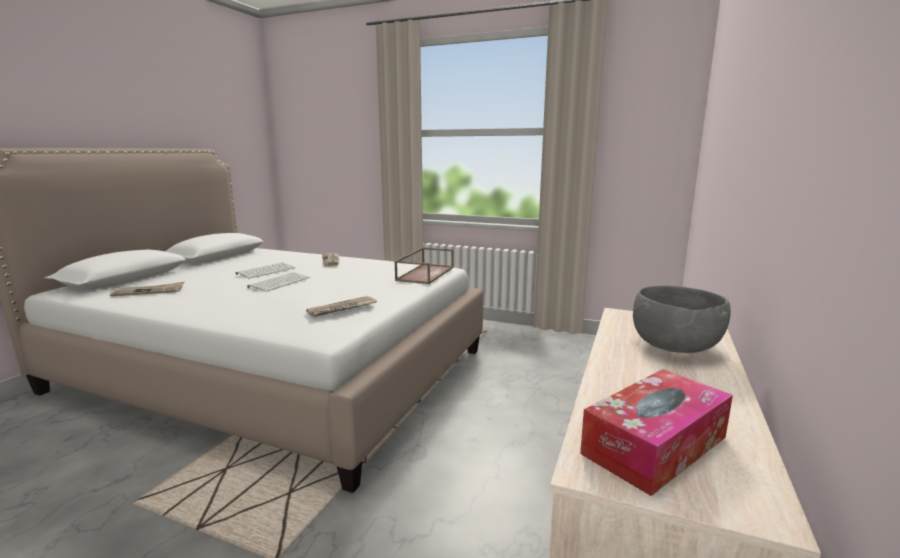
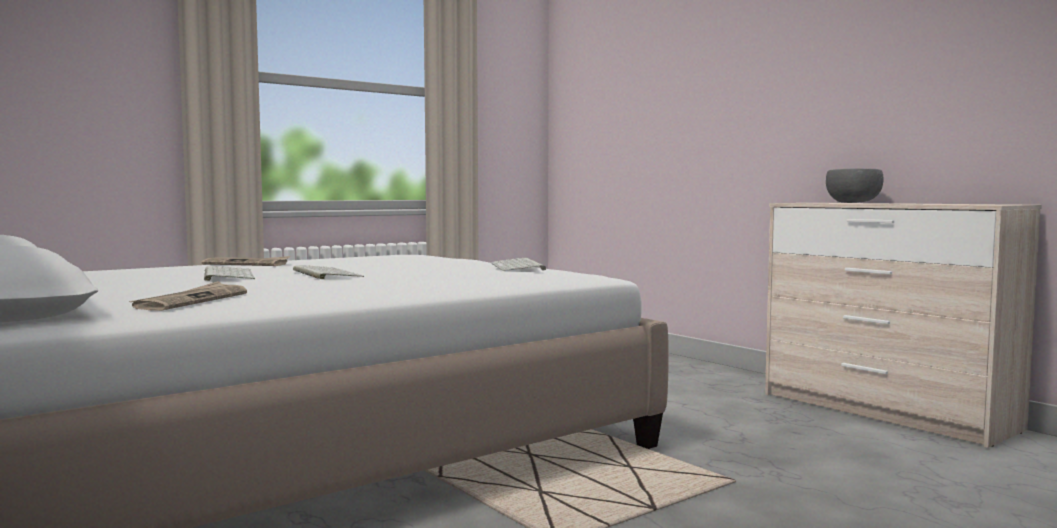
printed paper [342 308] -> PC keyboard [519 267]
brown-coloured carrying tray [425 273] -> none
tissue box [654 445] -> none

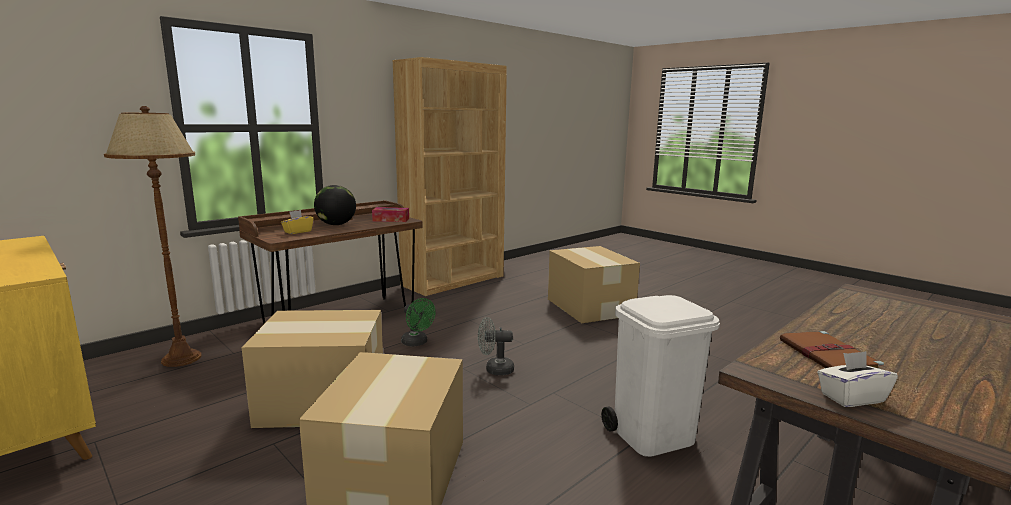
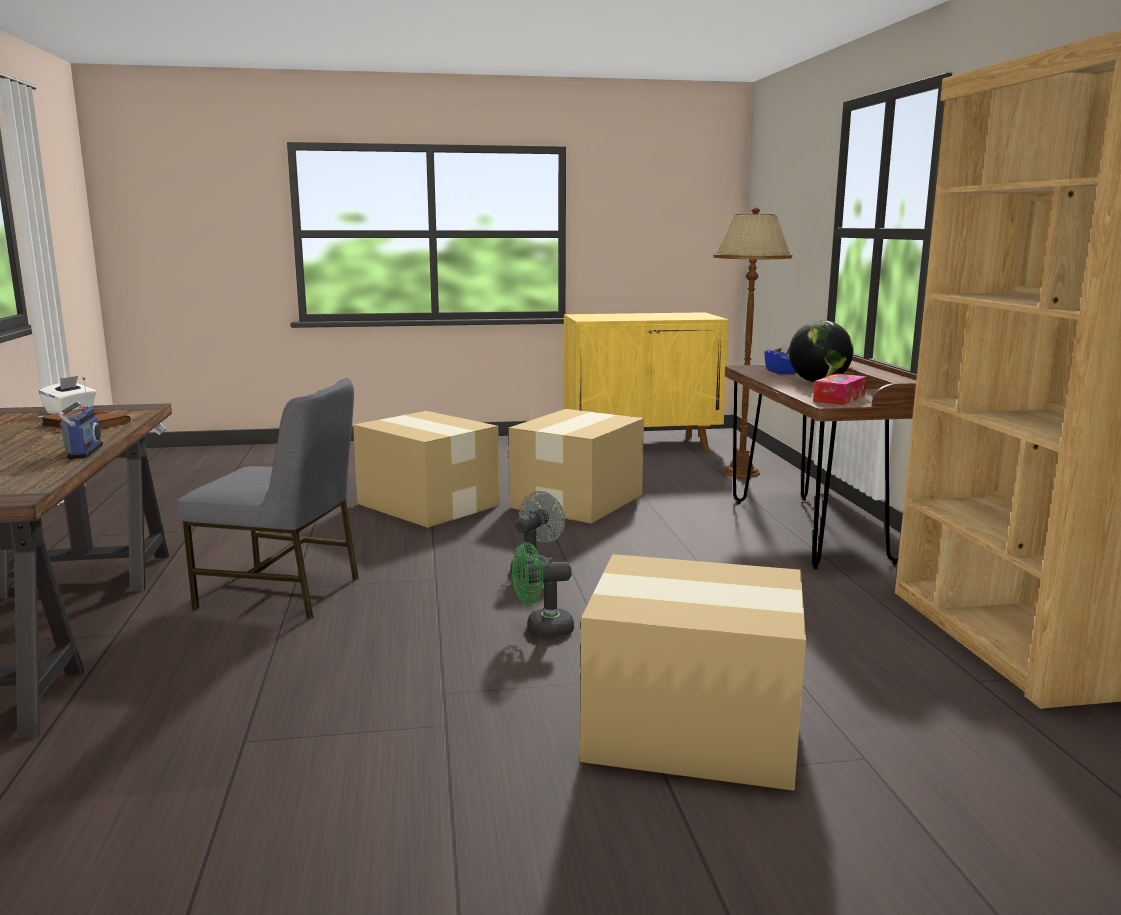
yellowish tissue box [297 231] -> blue tissue box [781 372]
green-coloured electric fan [417 343] -> green-coloured electric fan [541 629], move
whitish rubbish bin [653 435] -> gray upright chair [282 592]
none -> radio [82 452]

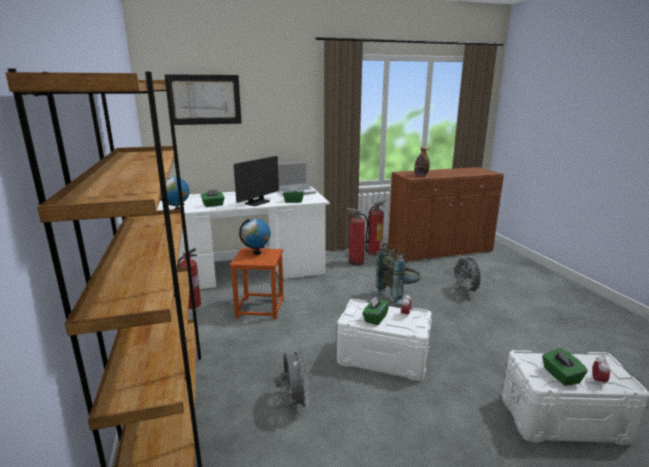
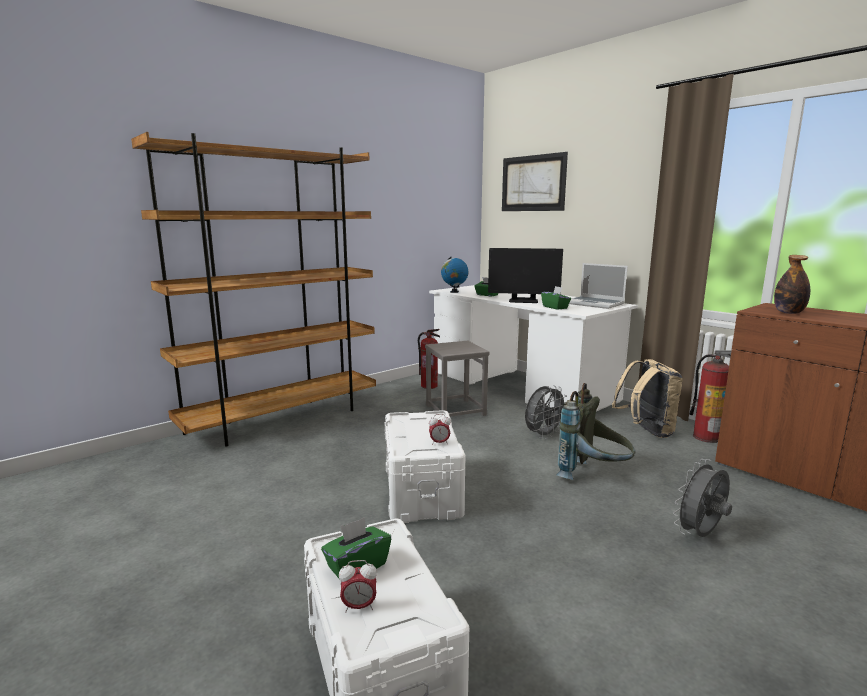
brown-coloured stool [260 308] -> gray stool [455 410]
globe [257 253] -> none
gray electric fan [293 403] -> gray electric fan [543 435], move
fire extinguisher [356 262] -> sand-coloured knapsack [646 431]
green-coloured tissue box [375 318] -> none

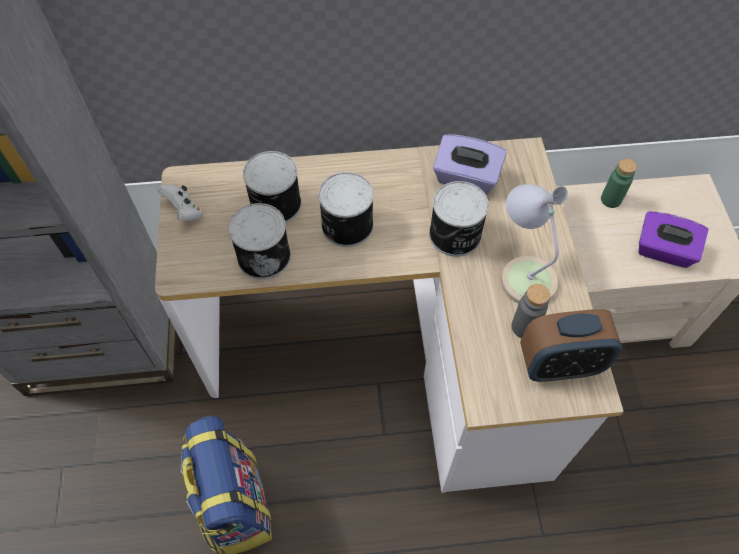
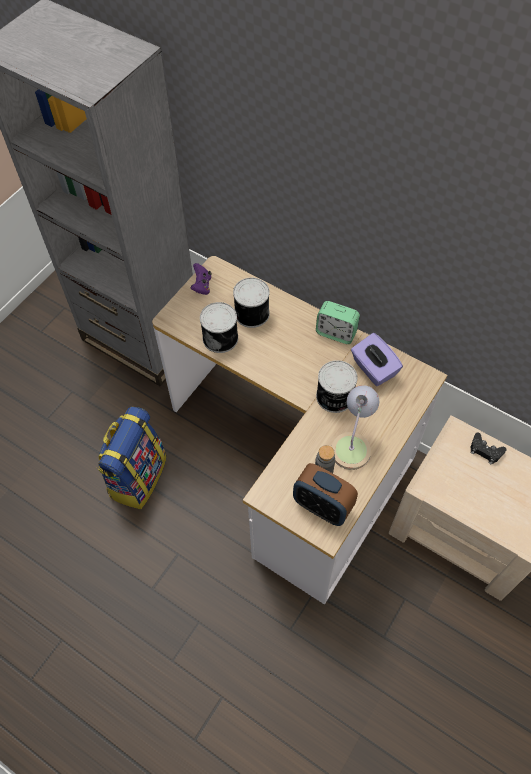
whitish gamepad [184 210] -> purplish gamepad [202 286]
can [345 225] -> none
green-coloured drink bottle [611 199] -> blackish gamepad [485 450]
purplish tissue box [663 251] -> none
none -> bedside clock [336 333]

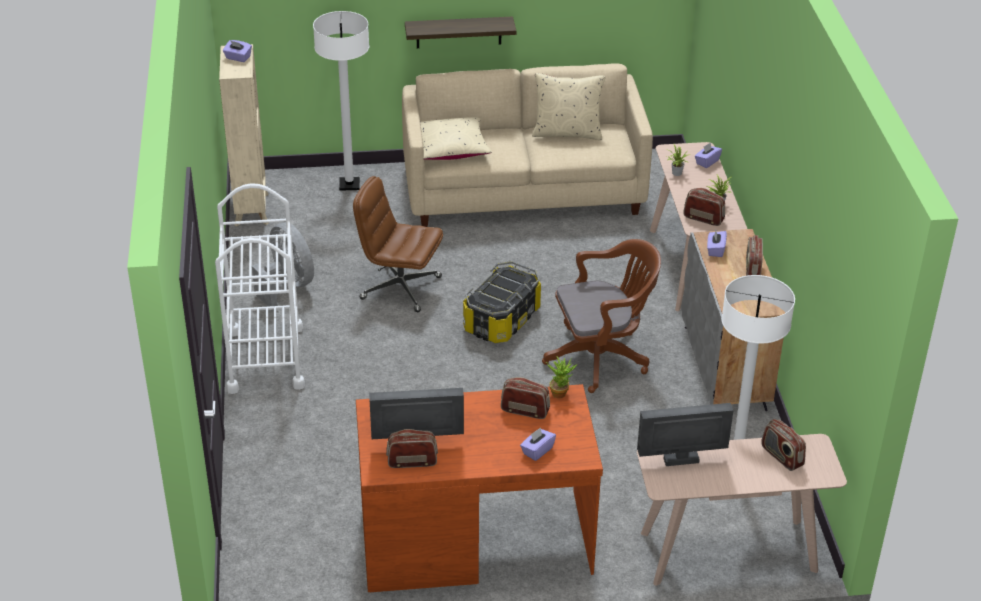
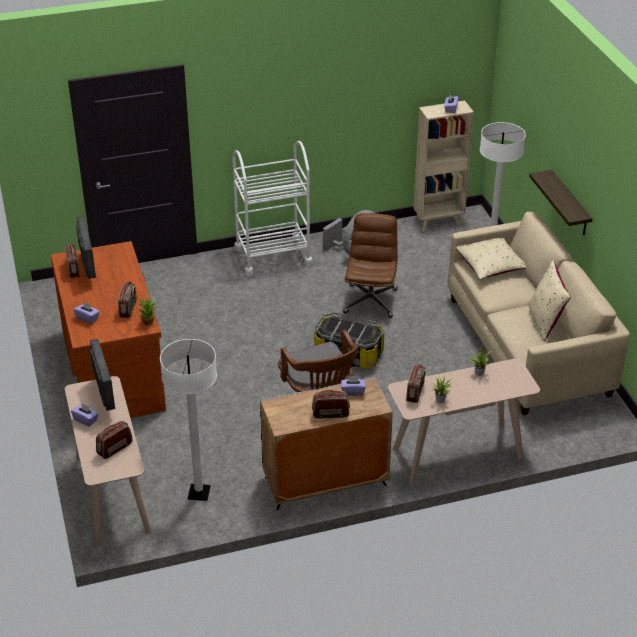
purplish tissue box [707 162] -> purplish tissue box [86 420], move

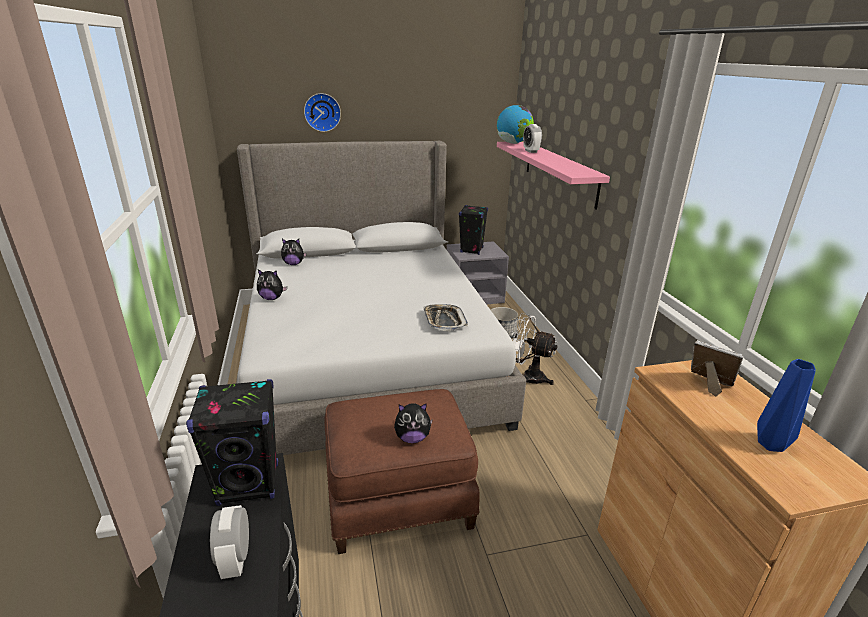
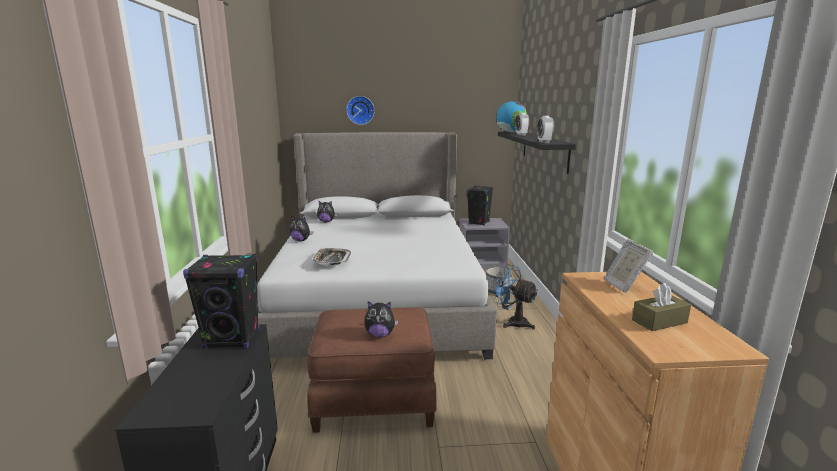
bedside clock [236 559] -> bedside clock [544 142], move
carrying tray [444 321] -> carrying tray [332 260], move
pinkish wall shelf [559 172] -> blackish wall shelf [544 150]
whitish electric fan [527 377] -> blue electric fan [513 322]
picture frame [709 385] -> picture frame [623 285], 150 degrees counterclockwise
blue decorative vase [769 444] -> brown-coloured tissue box [659 321]

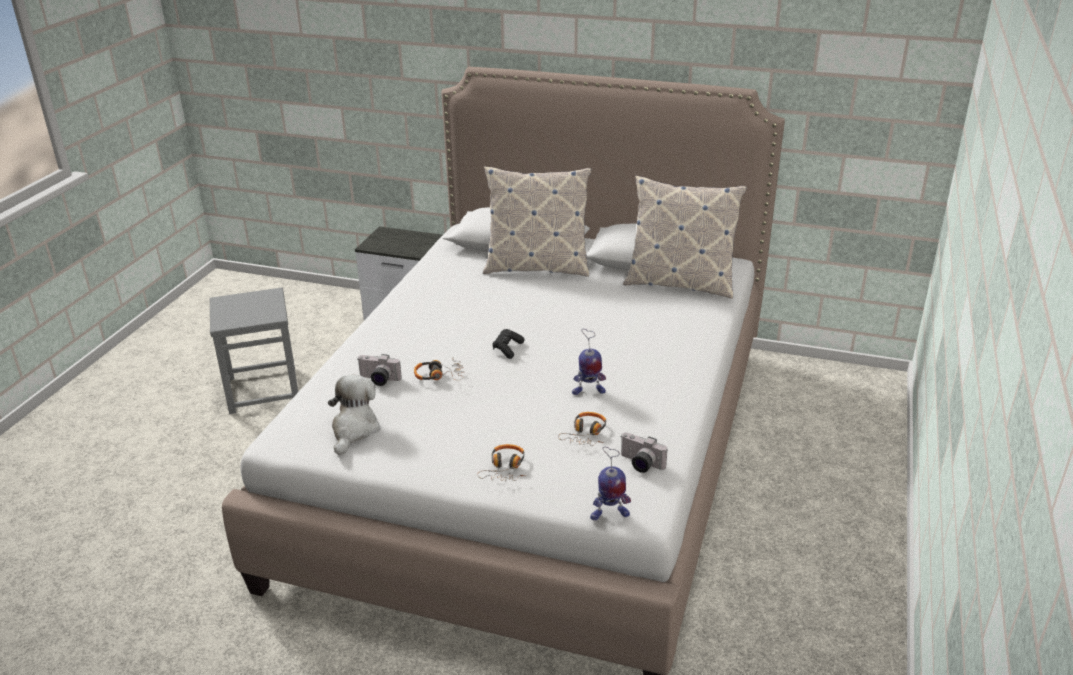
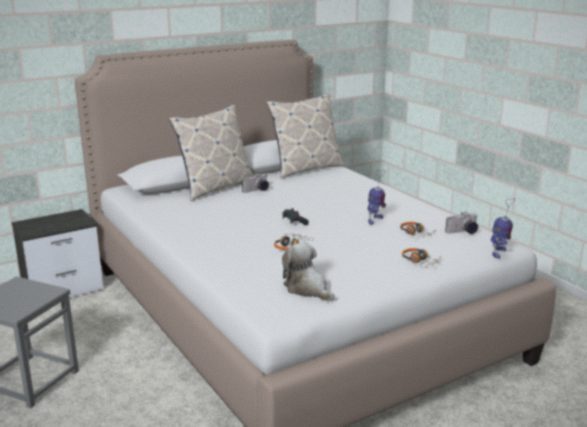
photo camera [378 380] -> photo camera [257 190], move

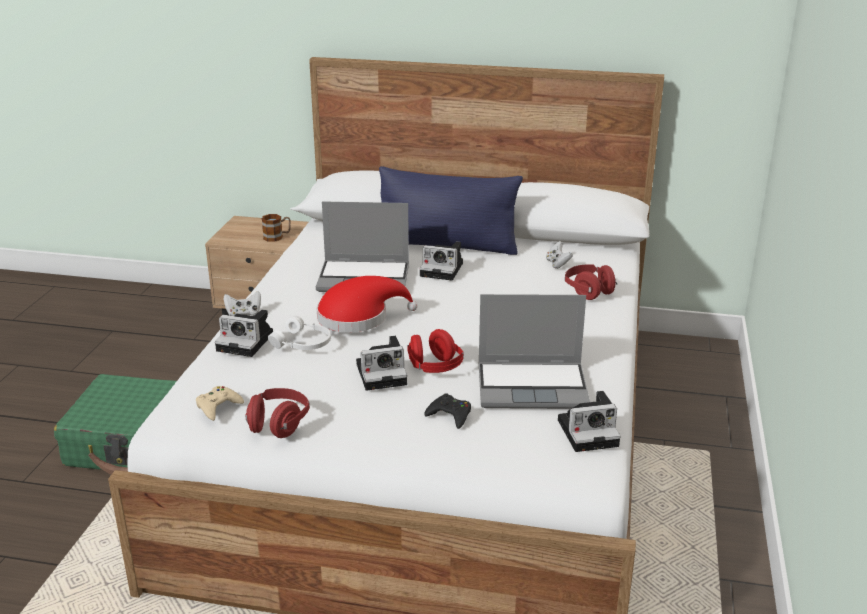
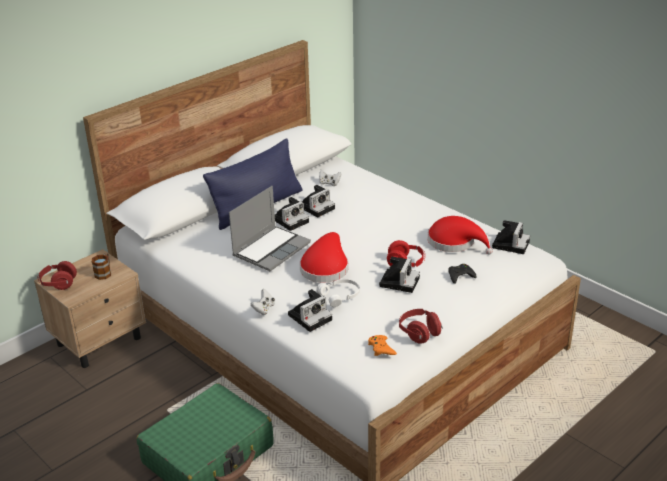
sand-coloured gamepad [218 406] -> orange-coloured gamepad [381 348]
notebook computer [533 386] -> red clothing hat [455 242]
red pair of headphones [588 291] -> red pair of headphones [58 283], move
none -> photo camera [317 207]

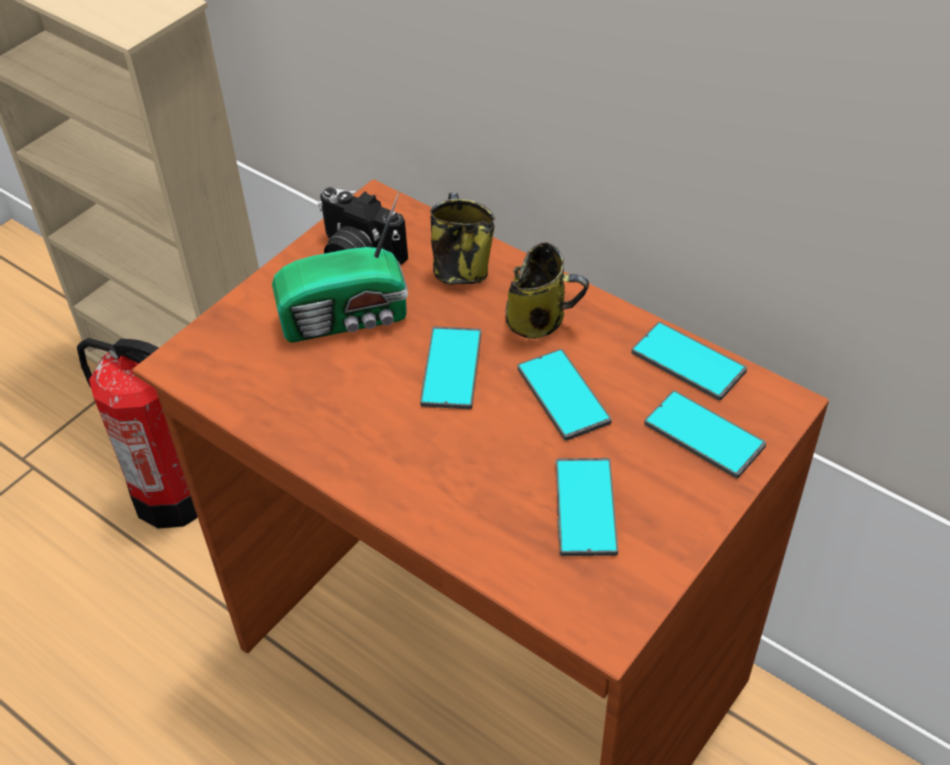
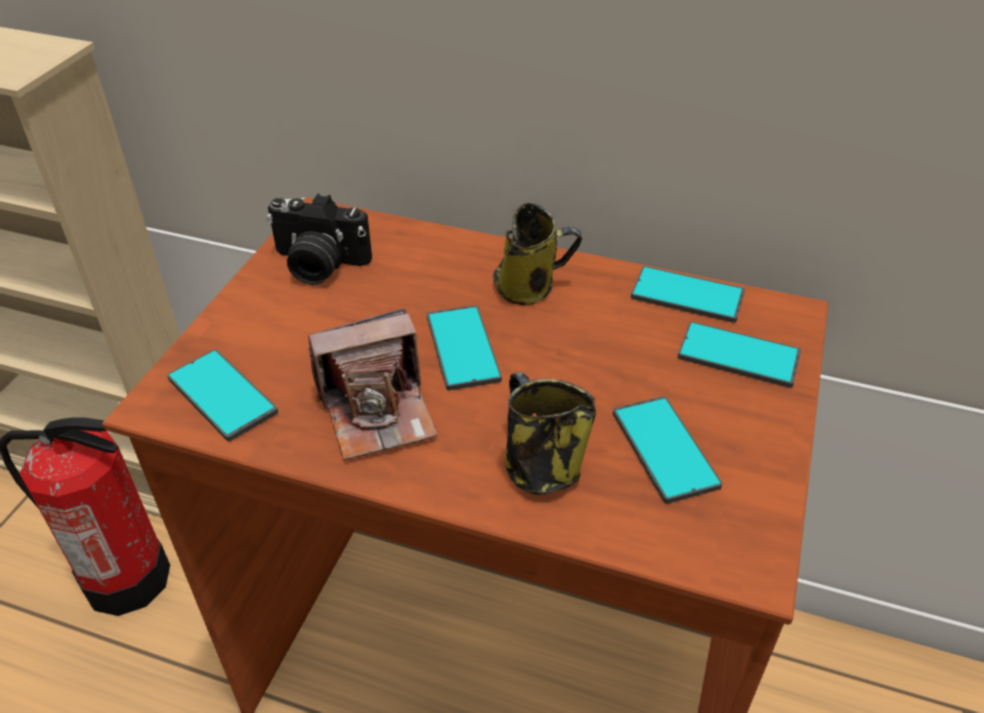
radio [348 318] -> none
mug [460 269] -> mug [539 467], move
phone [563 395] -> phone [222 395], move
none -> photo camera [378 412]

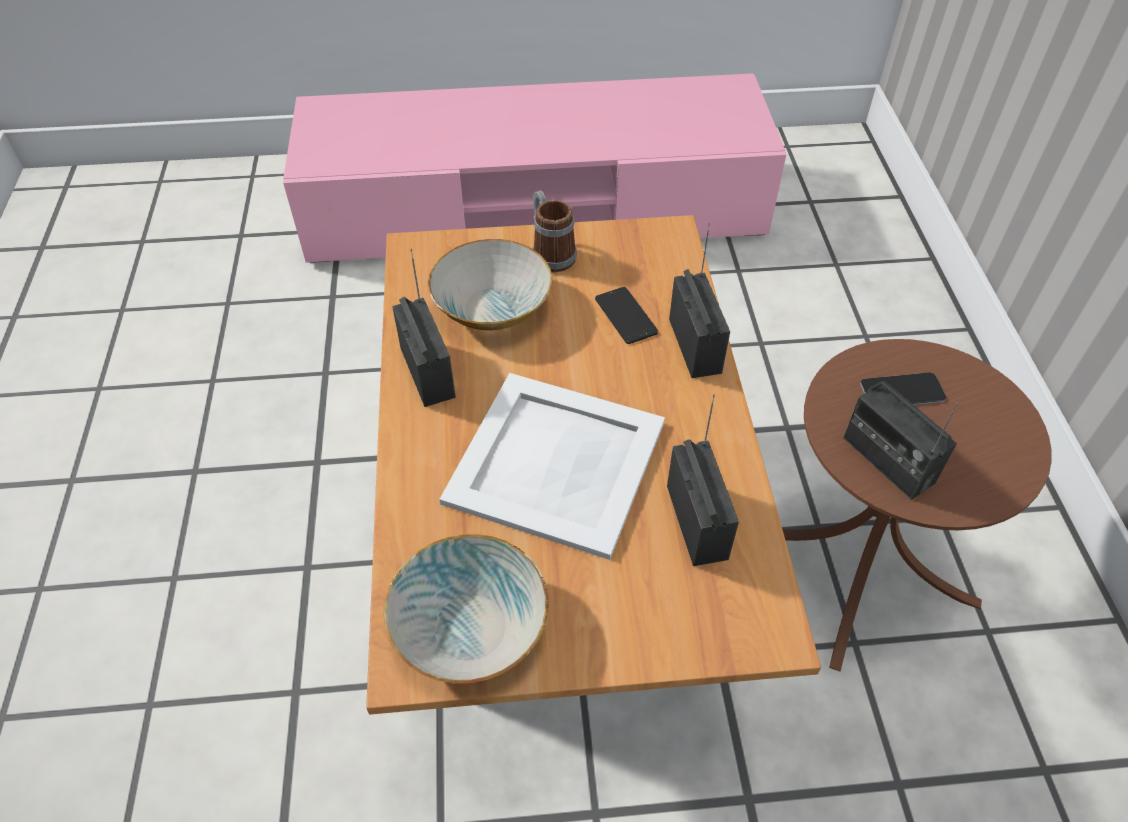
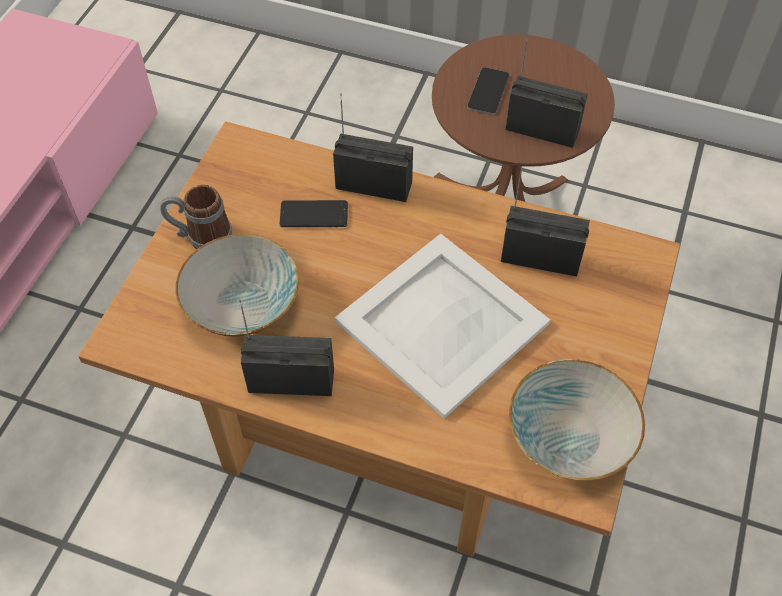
radio [887 460] -> radio [542 129], 150 degrees counterclockwise

